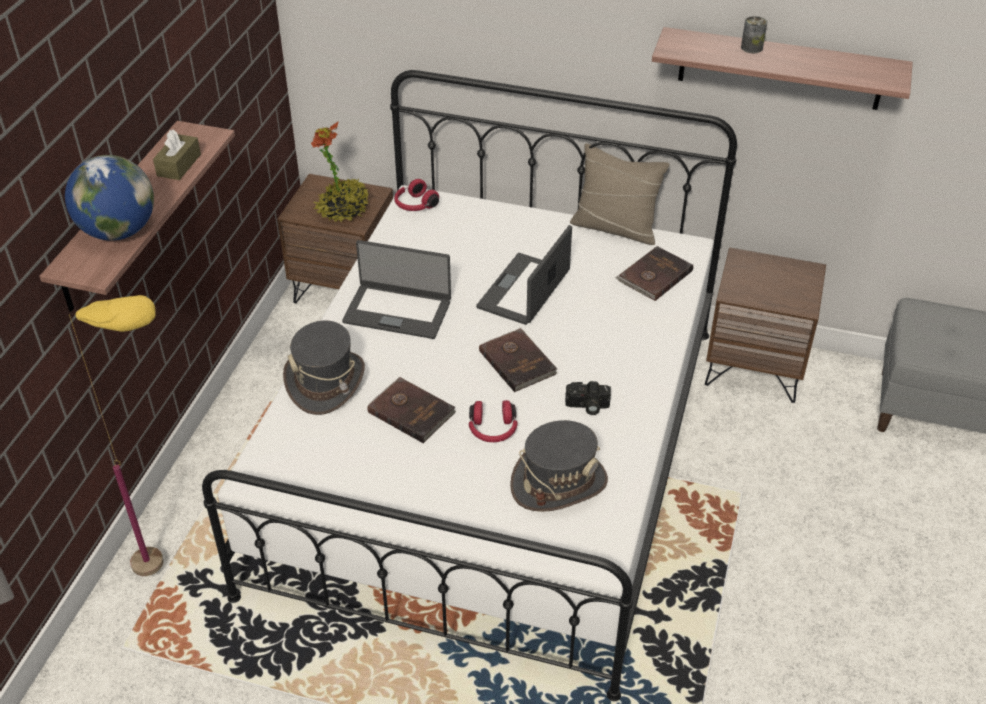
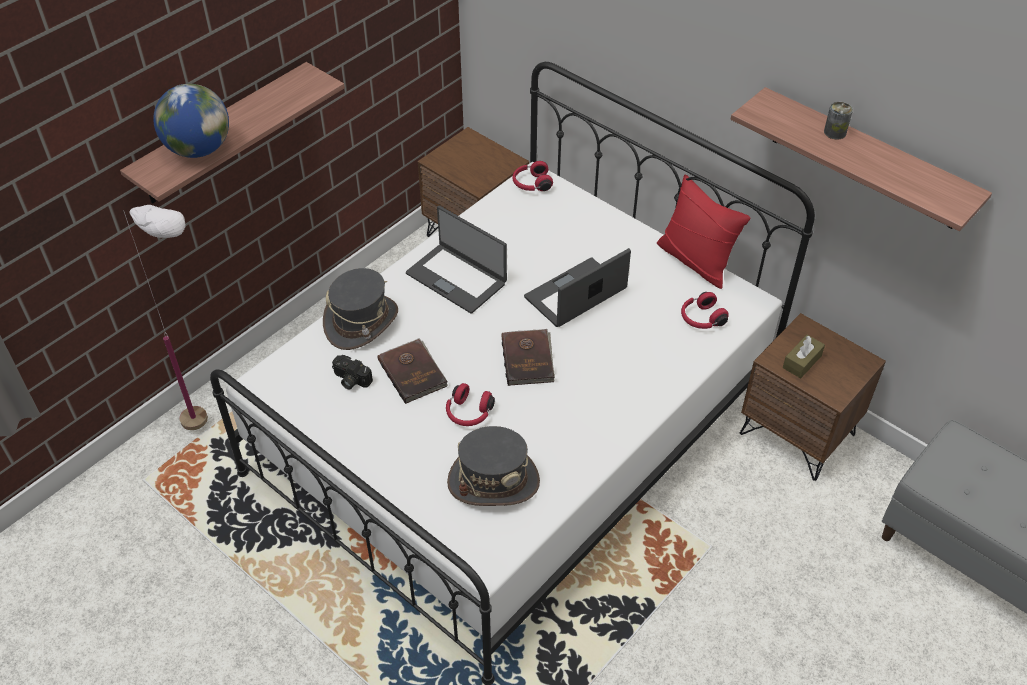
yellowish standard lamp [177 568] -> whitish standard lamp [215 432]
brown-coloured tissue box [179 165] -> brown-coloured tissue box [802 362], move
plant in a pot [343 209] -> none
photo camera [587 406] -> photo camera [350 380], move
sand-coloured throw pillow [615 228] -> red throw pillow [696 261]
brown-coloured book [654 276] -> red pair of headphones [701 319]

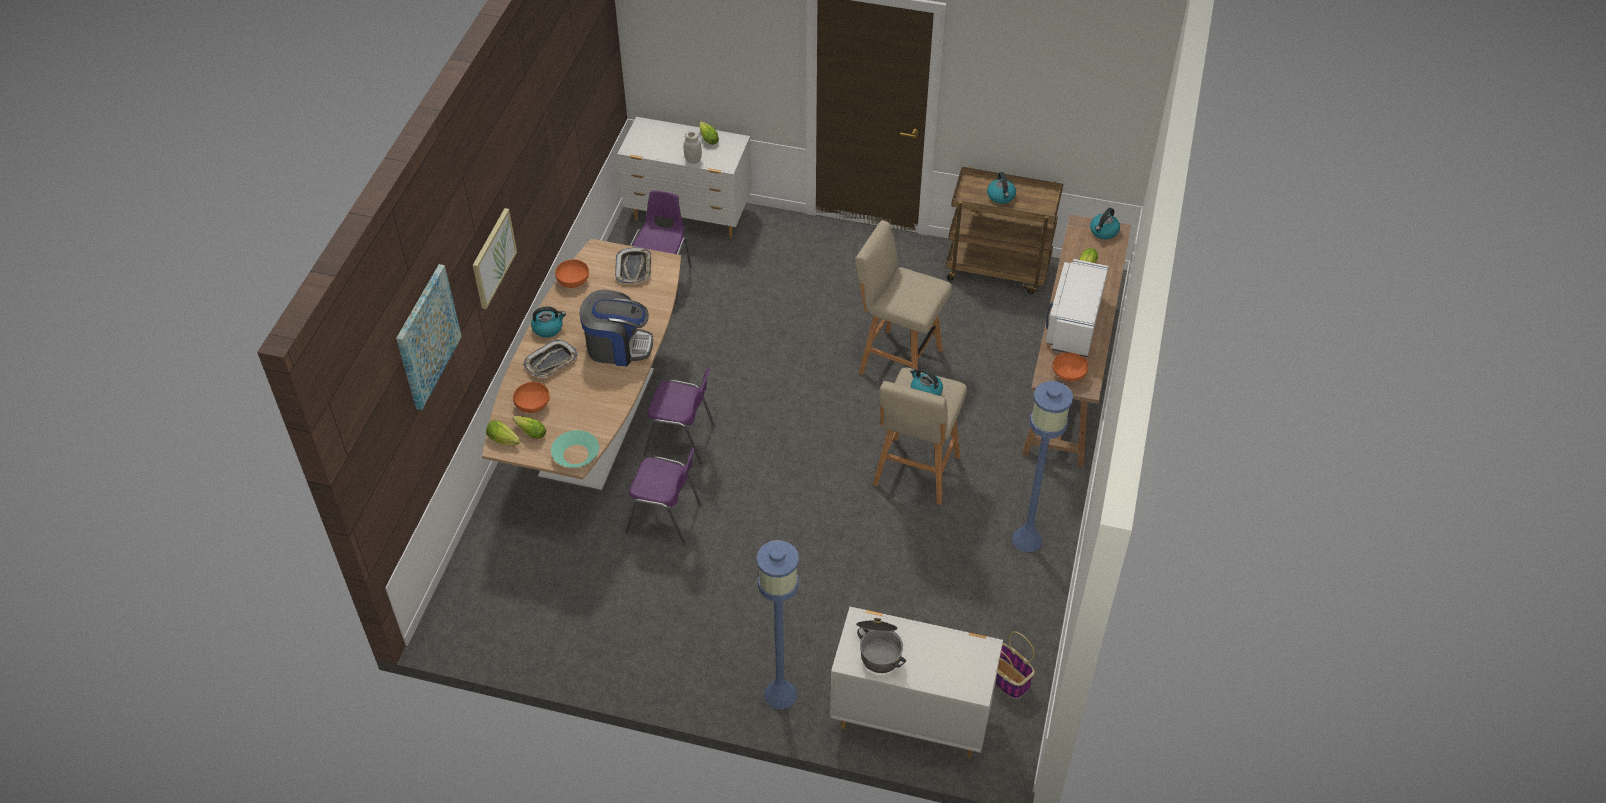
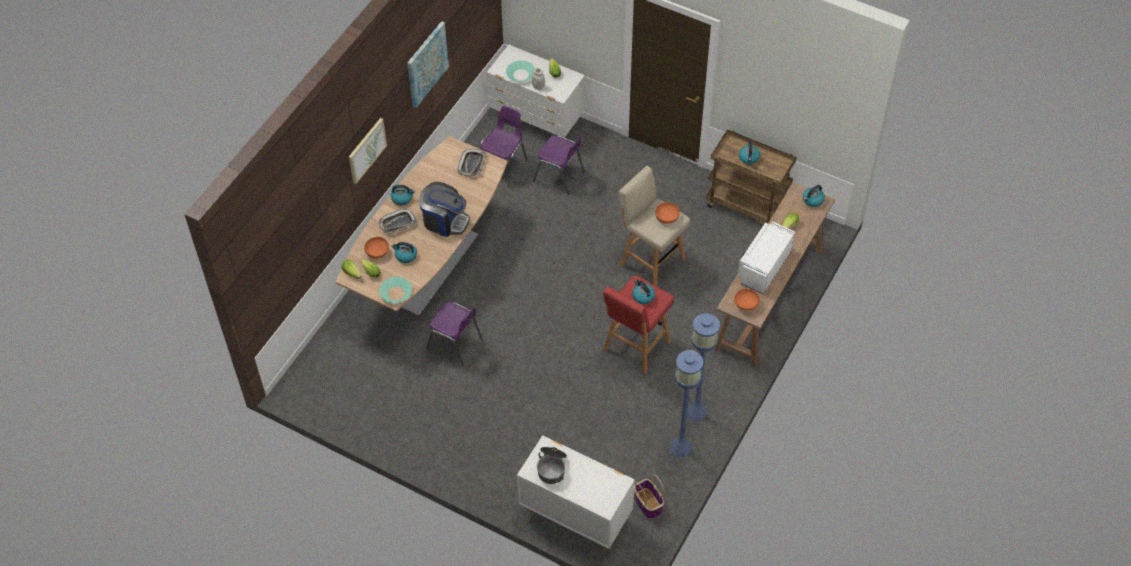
picture [427 336] -> picture [426 64], move
orange-coloured deep dish [573 280] -> orange-coloured deep dish [667 217], move
purplish upright chair [681 440] -> purplish upright chair [560 177], move
blue standard lamp [780 695] -> blue standard lamp [680 447], move
sand-coloured stool [915 473] -> red stool [635 347]
none -> kettle [405 256]
none -> blue-green deep dish [521 75]

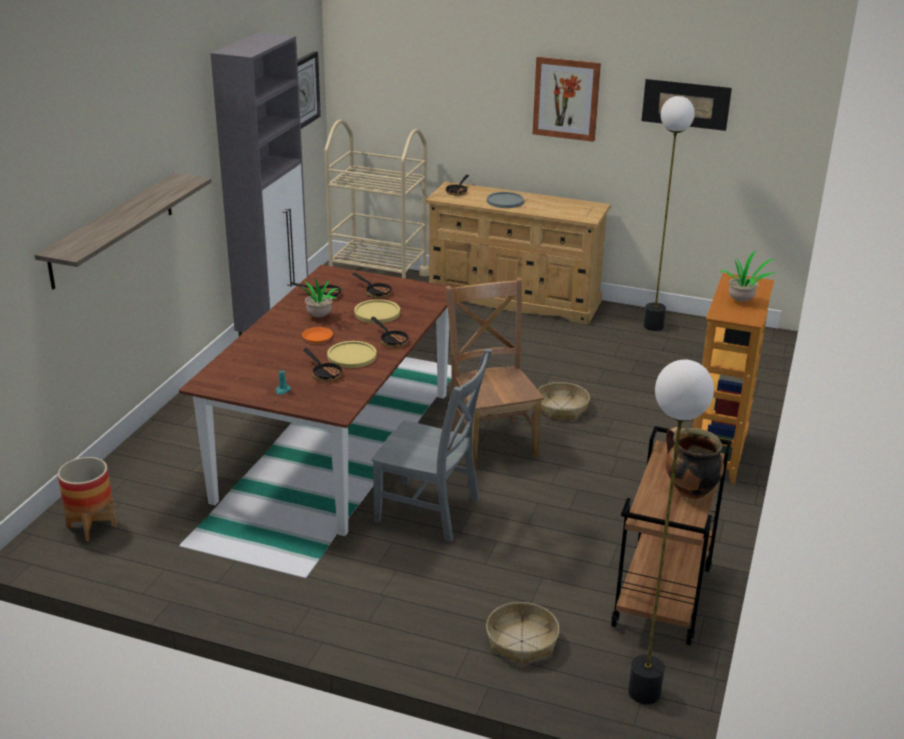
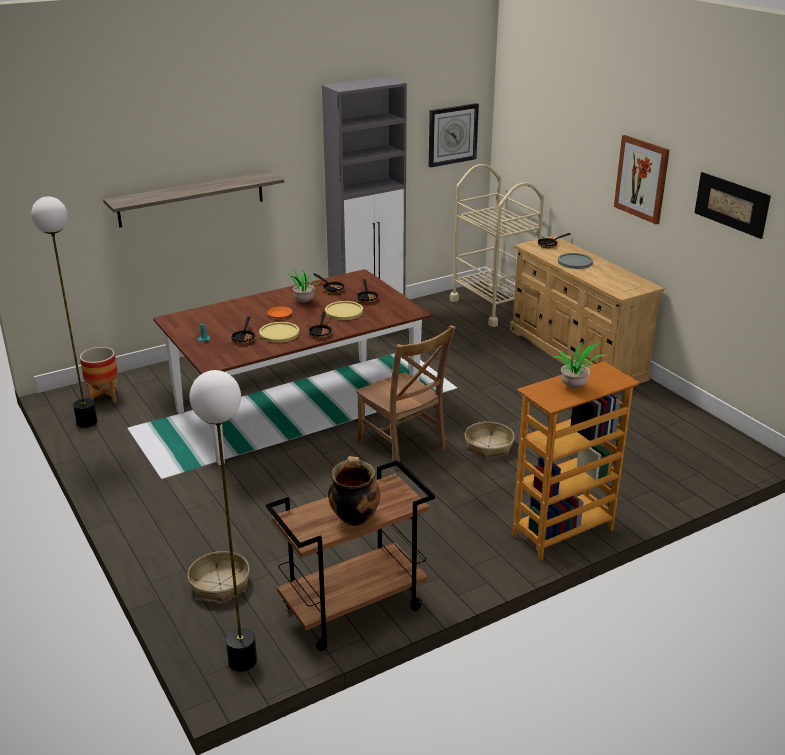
gray upright chair [431 511] -> none
brown-coloured upright chair [492 440] -> brown-coloured upright chair [403 446], 120 degrees clockwise
standard lamp [653 326] -> standard lamp [87 422], move

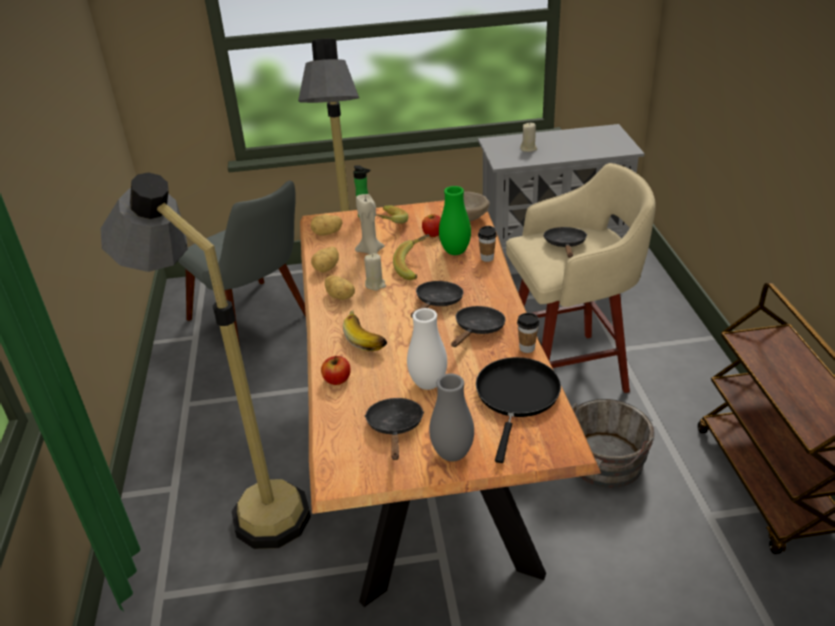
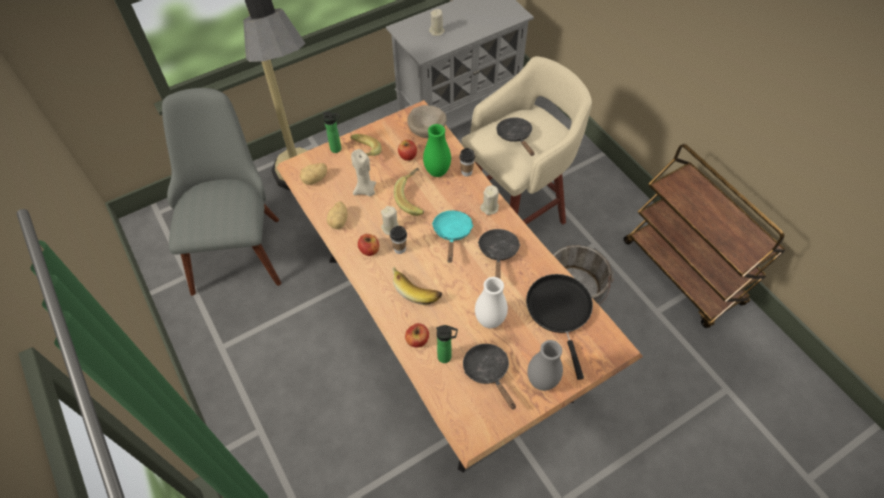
standard lamp [246 502] -> none
gray upright chair [258 322] -> gray upright chair [237 243], 120 degrees counterclockwise
whole potato [340 296] -> whole apple [369 250]
blackish frying pan [437 302] -> blue-green frying pan [452 233]
drinking cup [527 348] -> drinking cup [399 249], move
none -> drink bottle [446 357]
none -> sand-coloured wax light [489 207]

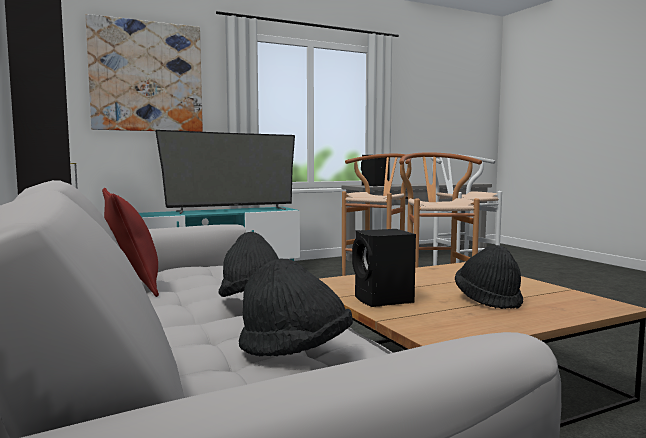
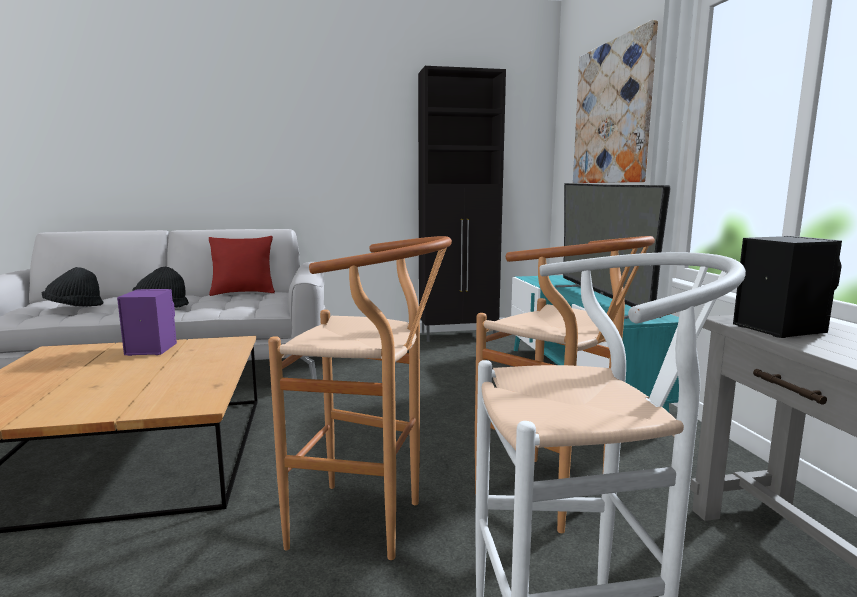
blackish audio speaker [384 300] -> purplish audio speaker [149 349]
blackish clothing hat [488 300] -> none

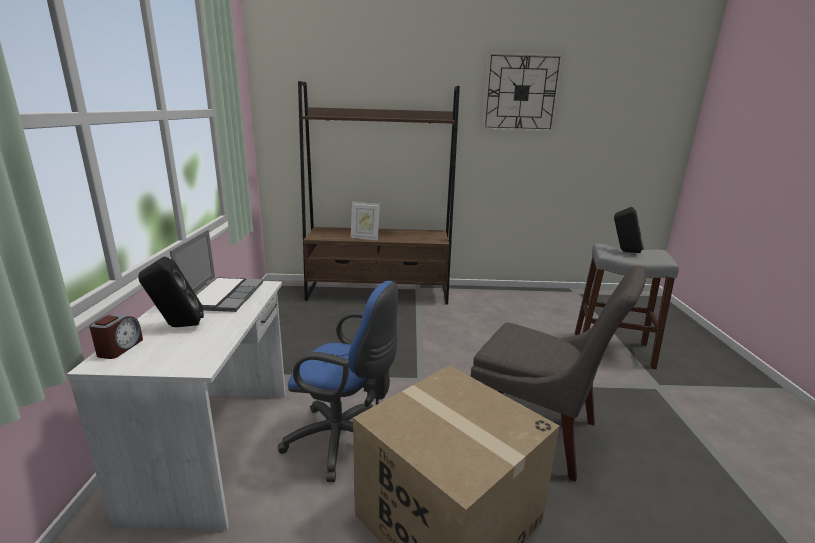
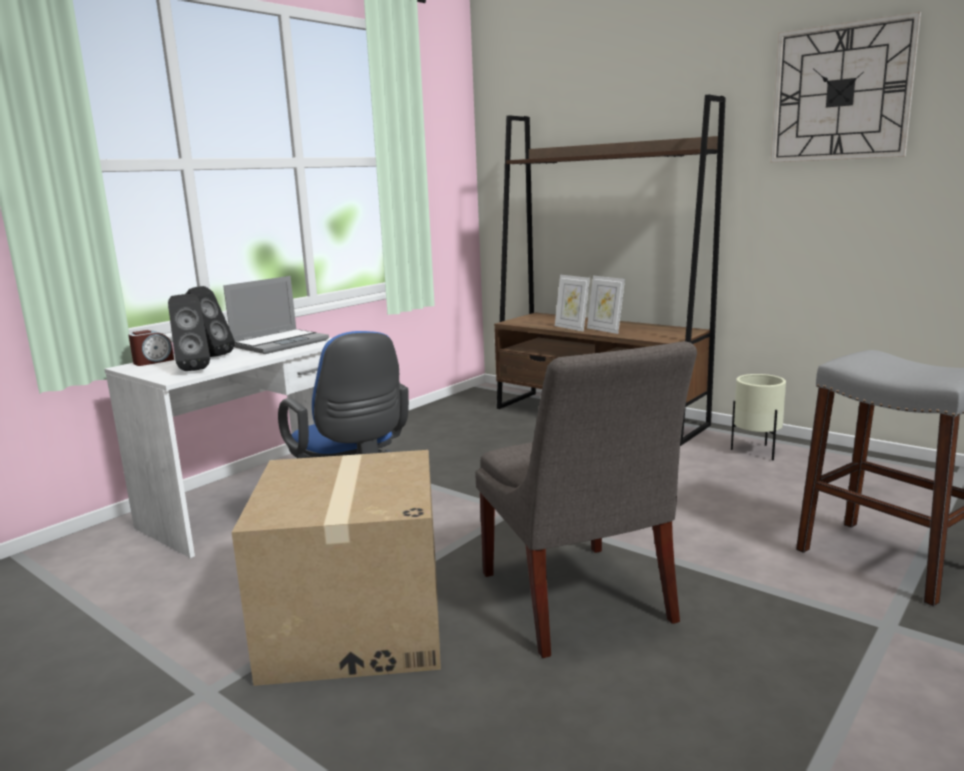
blackish audio speaker [624 251] -> blackish audio speaker [193 369], move
none -> picture frame [605 330]
none -> sand-coloured planter [756 452]

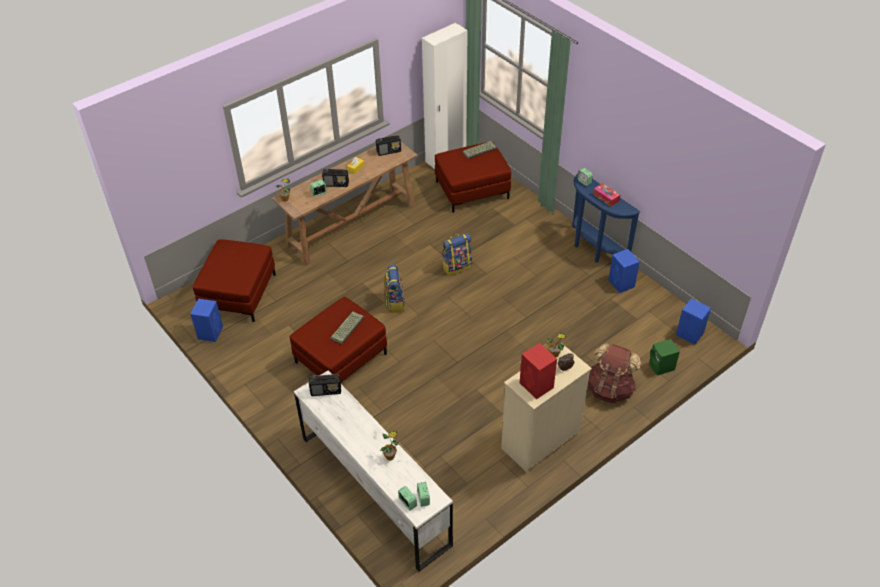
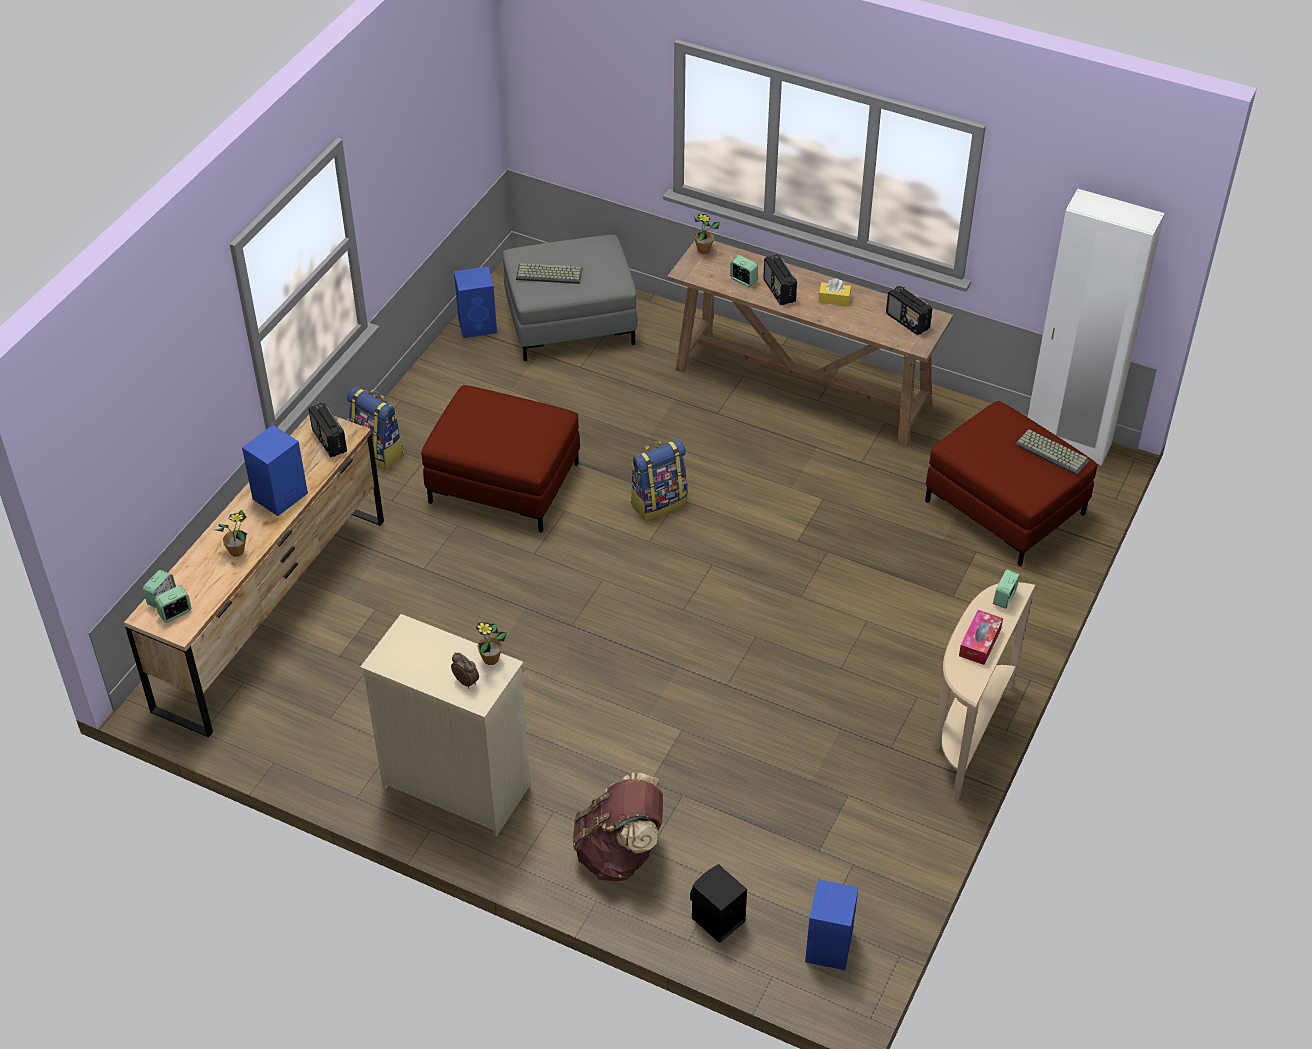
red ottoman [239 294] -> gray ottoman [570 323]
whitish chest of drawers [375 490] -> brown-coloured chest of drawers [272 613]
PC keyboard [347 328] -> PC keyboard [548 275], move
knapsack [456 266] -> knapsack [379 451], move
red audio speaker [537 386] -> none
blue narrow table [593 250] -> sand-coloured narrow table [966 733]
blue audio speaker [621 284] -> blue audio speaker [279 497], move
green-coloured audio speaker [661 367] -> blackish audio speaker [716 920]

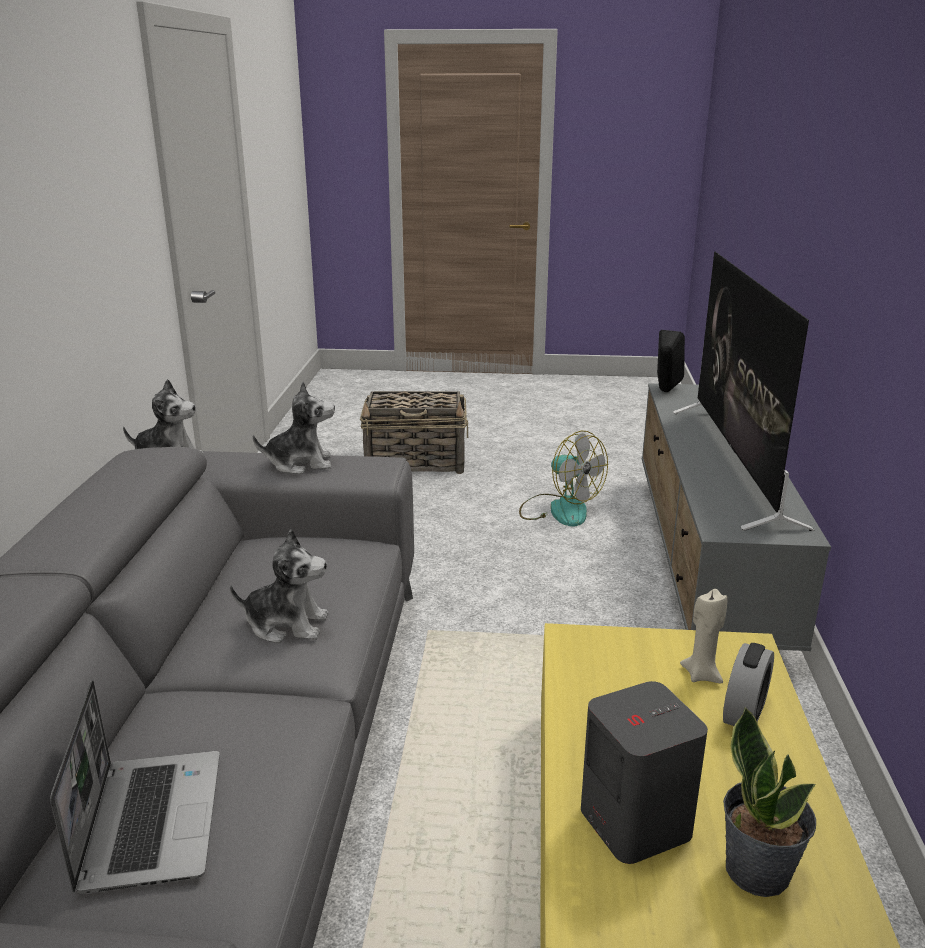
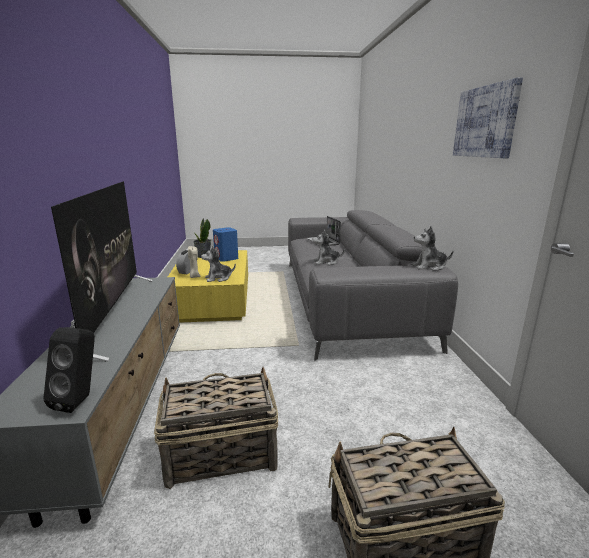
cuddly toy [300 464] -> cuddly toy [218 278], move
electric fan [559 509] -> storage basket [220 454]
gray audio speaker [634 821] -> blue audio speaker [226 258]
none -> picture [485 122]

